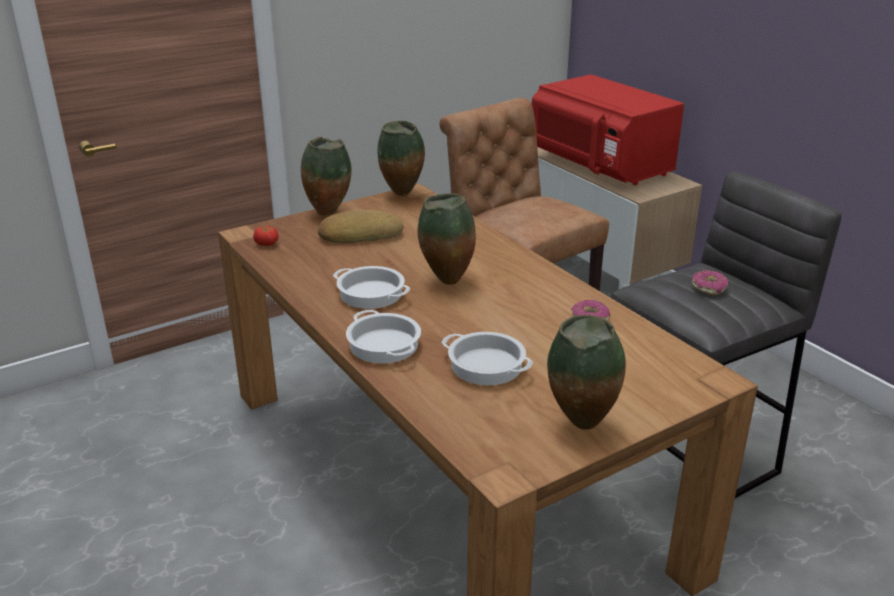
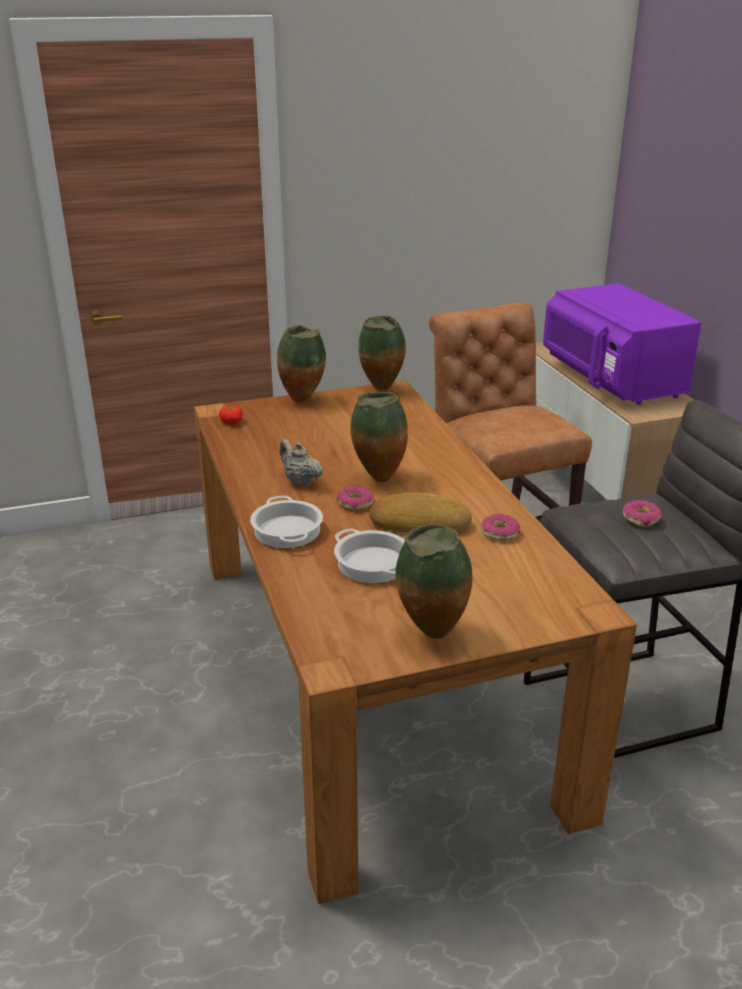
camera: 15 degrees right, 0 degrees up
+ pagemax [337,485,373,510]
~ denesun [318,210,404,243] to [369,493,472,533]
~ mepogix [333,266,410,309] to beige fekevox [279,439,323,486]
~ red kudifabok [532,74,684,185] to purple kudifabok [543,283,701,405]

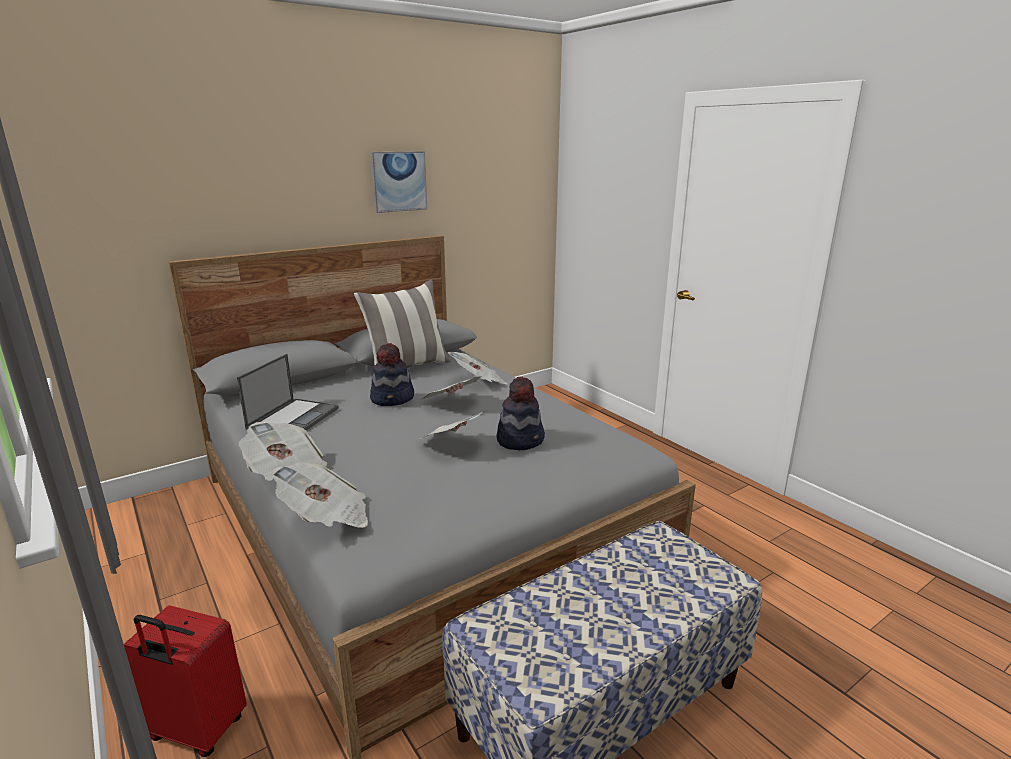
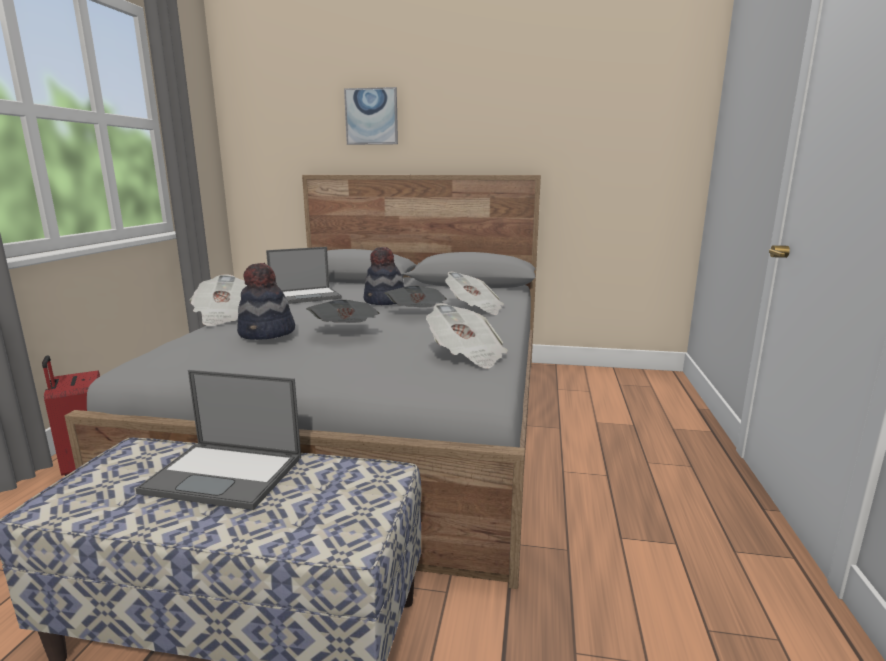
camera: 45 degrees right, 5 degrees down
- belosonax [354,279,451,368]
+ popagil [135,370,301,510]
~ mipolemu [272,463,368,528] to [426,303,508,369]
~ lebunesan [371,151,427,213] to [344,87,398,145]
~ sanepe [496,377,545,450] to [237,263,295,340]

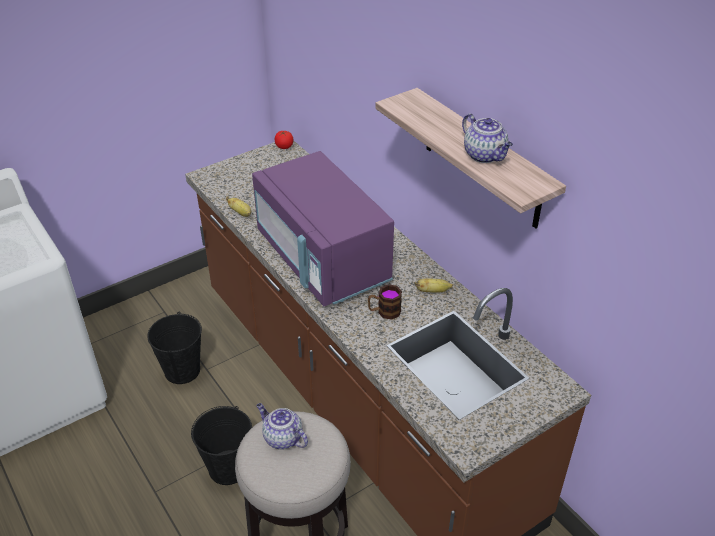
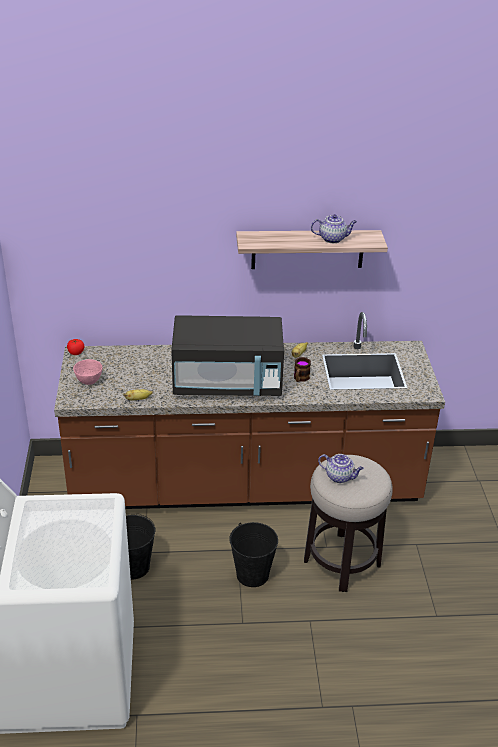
camera: 60 degrees left, 5 degrees down
+ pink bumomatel [73,359,102,385]
~ purple kudifabok [252,151,394,306] to black kudifabok [171,315,284,396]
~ fekevox [256,403,308,450] = [318,454,364,483] 135 degrees counterclockwise

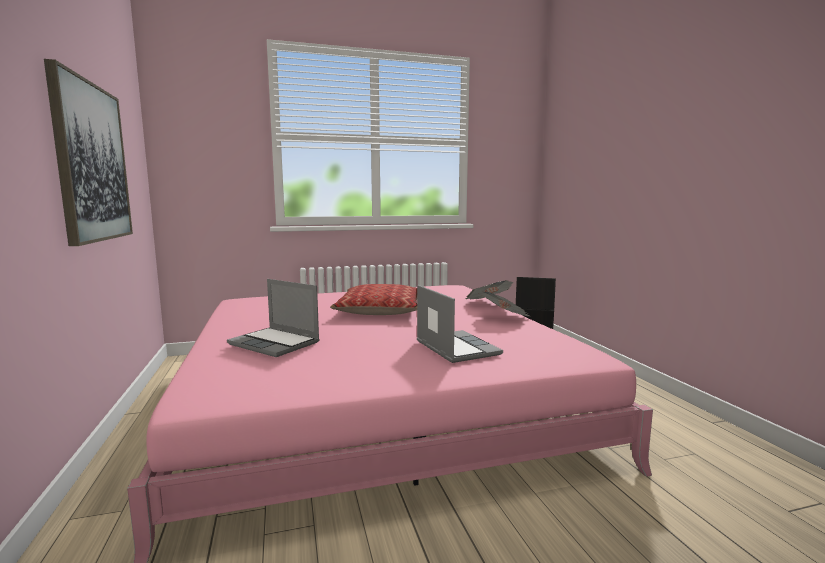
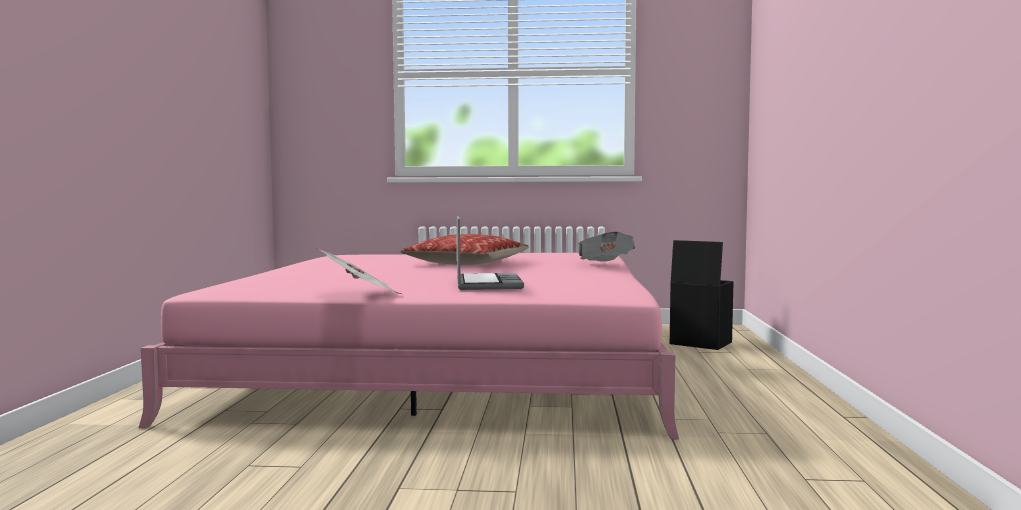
camera: 20 degrees right, 5 degrees down
- lebunesan [44,59,133,246]
- popagil [227,279,320,357]
~ mipolemu [478,292,529,316] to [318,249,402,294]

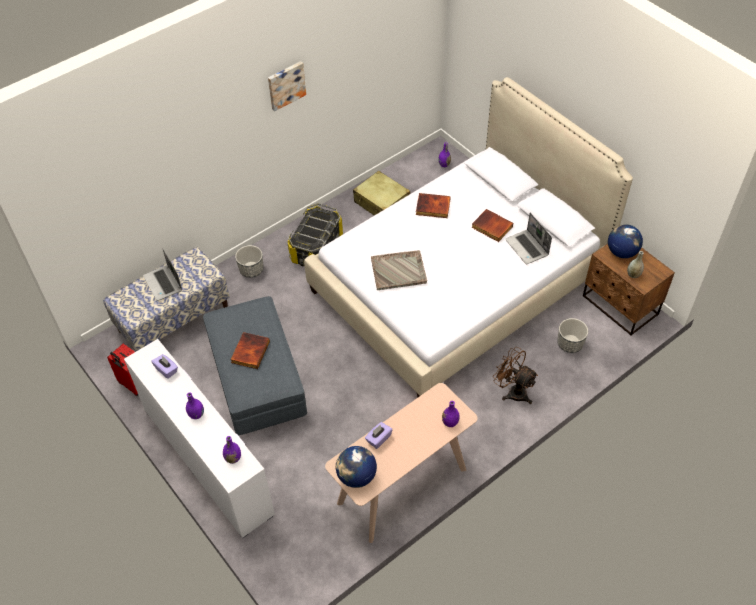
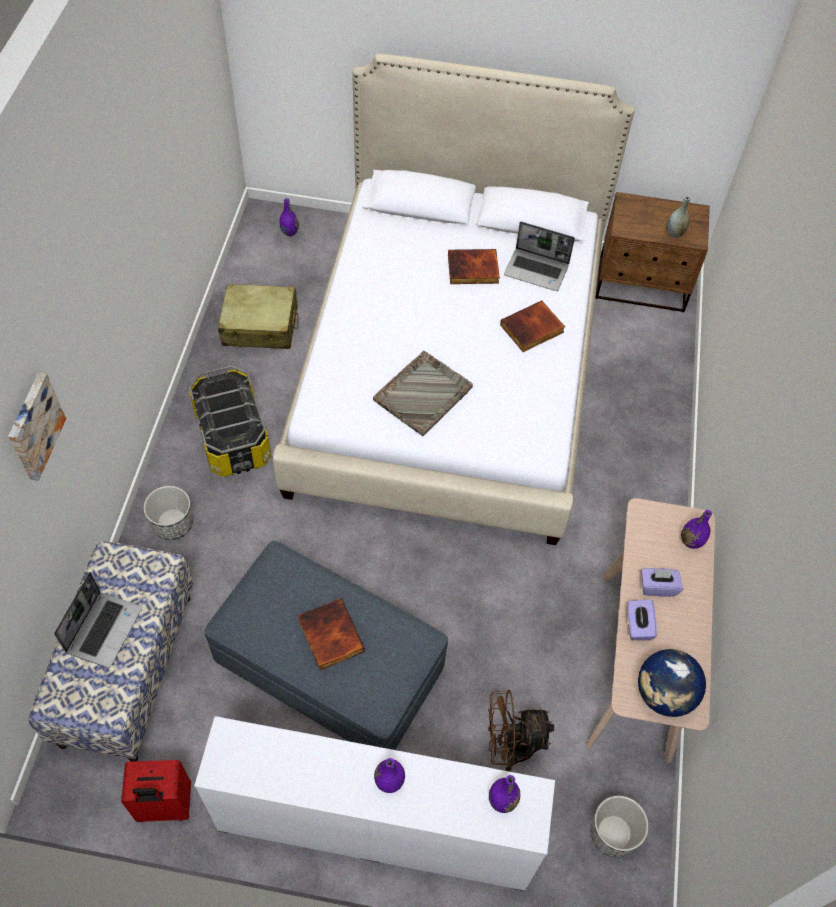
camera: 45 degrees left, 5 degrees up
- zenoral [608,224,643,258]
~ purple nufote [151,354,178,379] to [641,568,683,597]
~ lebunesan [268,61,306,111] to [8,372,66,481]
~ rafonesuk [416,193,451,218] to [500,301,565,352]
~ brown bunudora [493,347,538,404] to [488,690,554,772]
~ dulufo [557,318,588,353] to [590,796,649,857]
~ popagil [143,249,182,301] = [54,572,142,668] 90 degrees counterclockwise

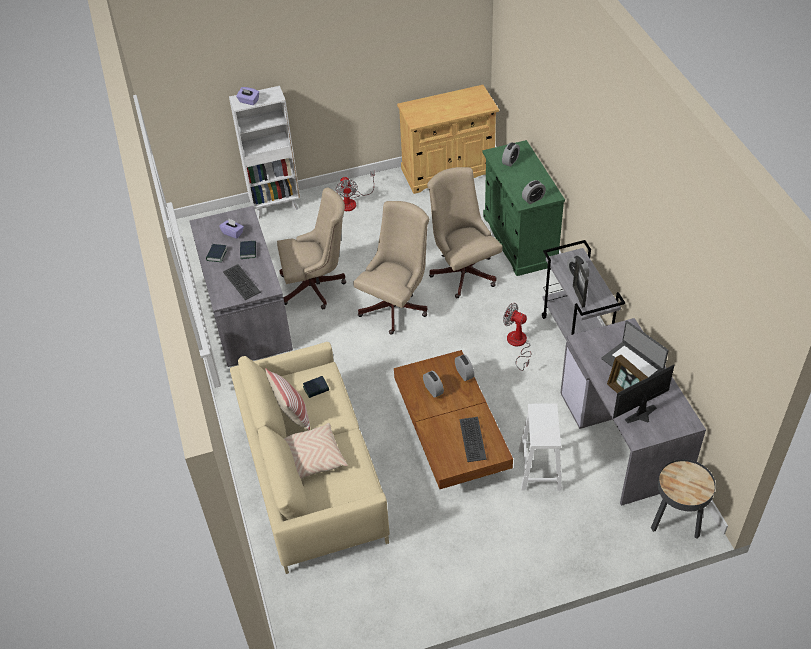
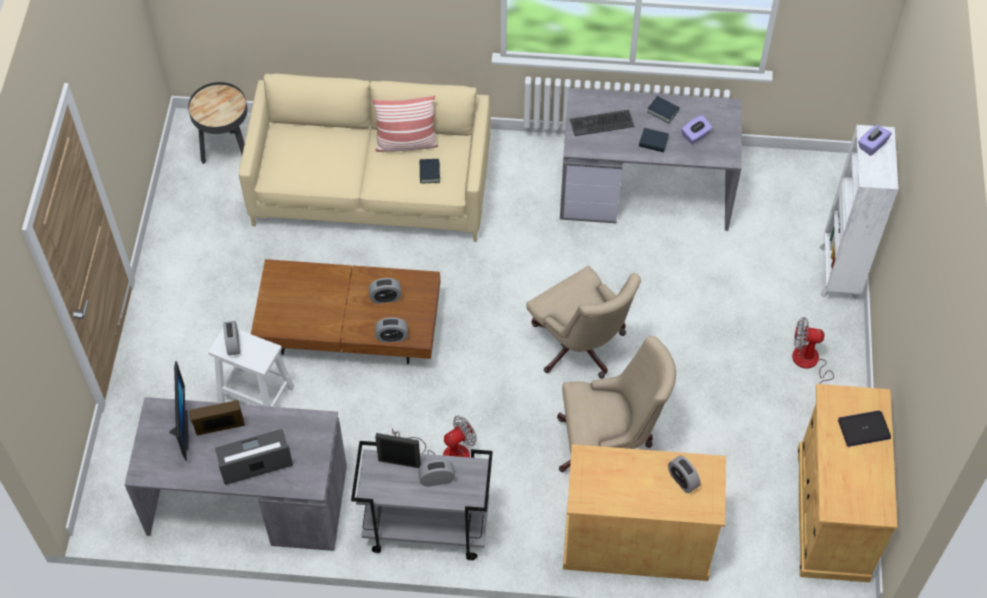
camera: 110 degrees right, 10 degrees up
- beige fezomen [277,187,346,309]
- beige belosonax [283,423,348,479]
- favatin [459,417,487,462]
+ popagil [838,410,891,447]
~ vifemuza [522,180,546,204] to [223,321,240,356]
~ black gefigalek [651,459,716,539] to [188,82,247,164]
~ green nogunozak [482,140,565,276] to beige nogunozak [563,444,726,581]

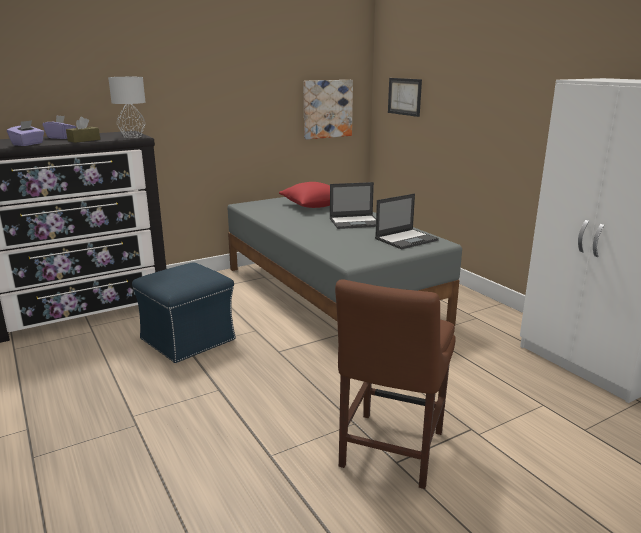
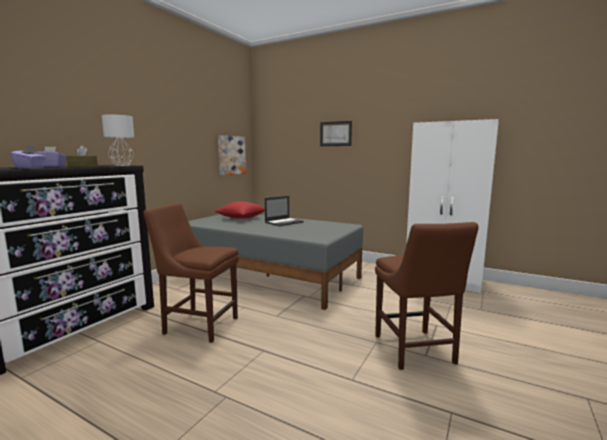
camera: 30 degrees left, 10 degrees down
- popagil [375,194,439,249]
~ lebunesan [388,78,422,117] to [320,121,352,146]
~ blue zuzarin [132,262,236,363] to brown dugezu [143,203,239,343]

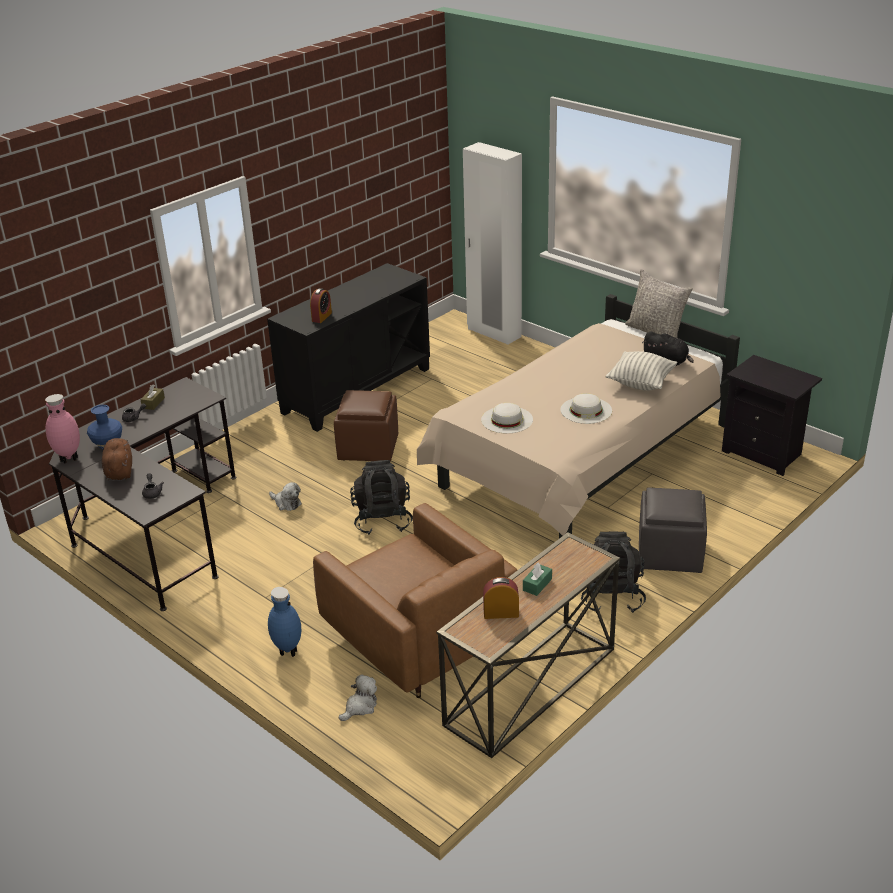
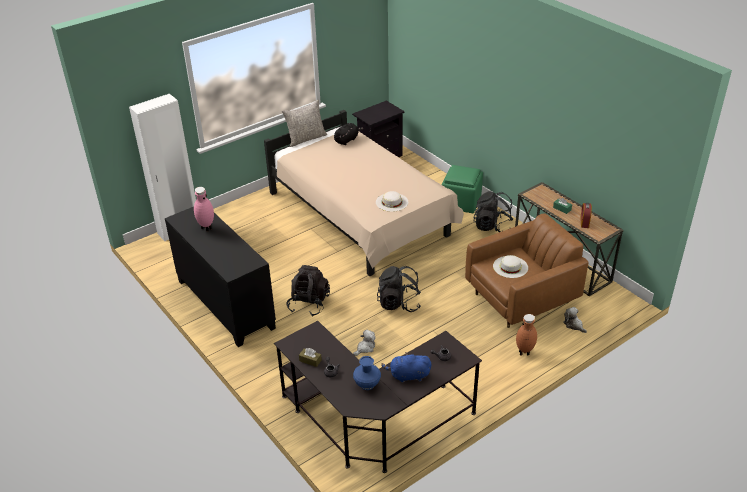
camera: 80 degrees left, 5 degrees up
- vifemuza [310,288,332,323]
- belosonax [606,351,677,391]
~ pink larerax [45,394,80,464] to [194,187,214,232]
~ white sanepe [560,393,612,424] to [493,255,528,278]
~ brown zuzarin [334,390,398,461] to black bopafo [286,265,330,317]
~ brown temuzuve [102,438,132,481] to blue temuzuve [381,352,431,383]
~ blue larerax [268,587,301,657] to brown larerax [516,314,537,356]
~ grey zuzarin [639,487,707,573] to green zuzarin [442,165,483,213]

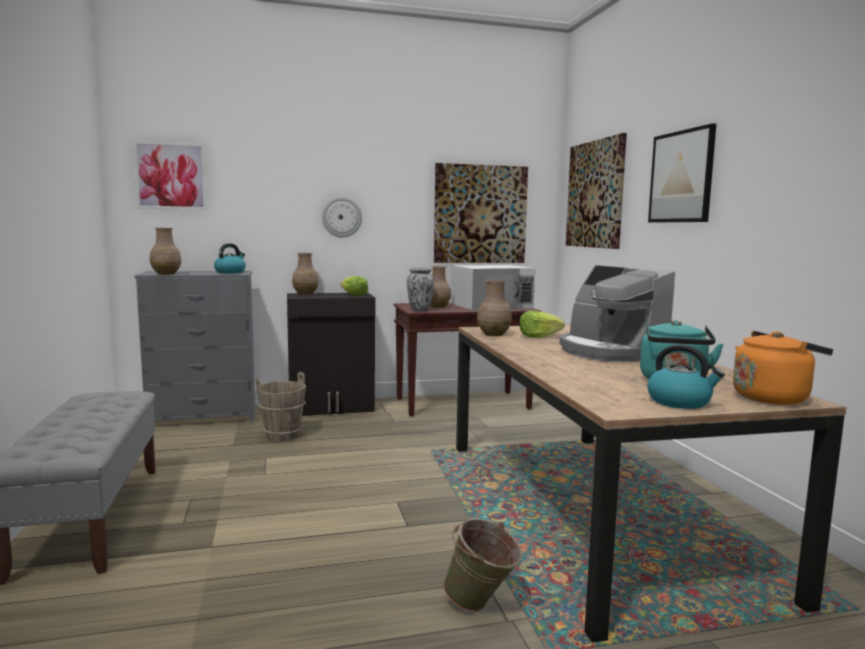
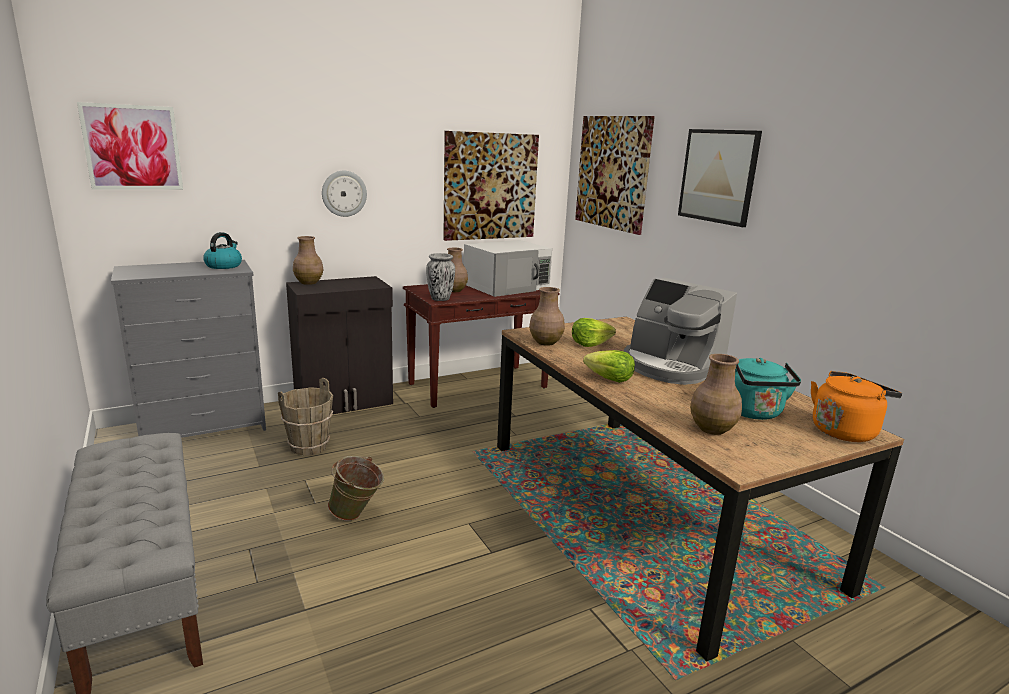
camera: 15 degrees left, 10 degrees up
- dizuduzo [647,344,725,409]
~ brown larerax [150,228,182,275] to [690,354,742,435]
~ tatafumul [341,276,368,296] to [583,350,635,383]
~ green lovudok [443,518,522,612] to [328,456,384,521]

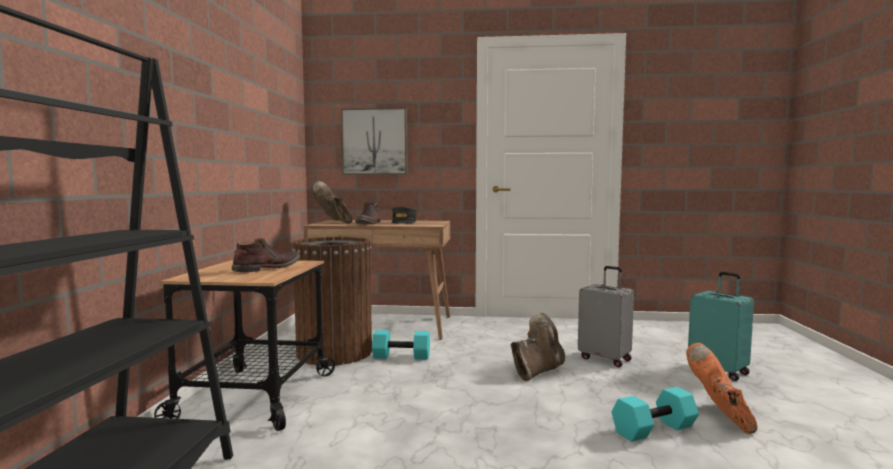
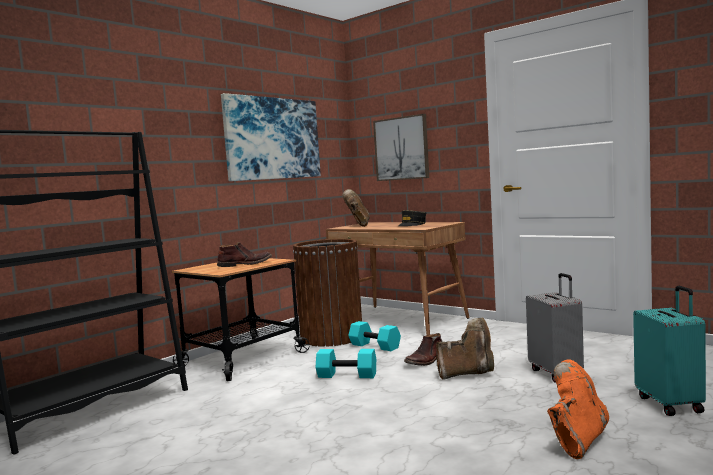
camera: 35 degrees right, 0 degrees up
+ lebunesan [221,93,321,181]
~ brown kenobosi [355,202,380,224] to [404,333,442,366]
~ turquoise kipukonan [612,387,699,442] to [316,349,376,378]

